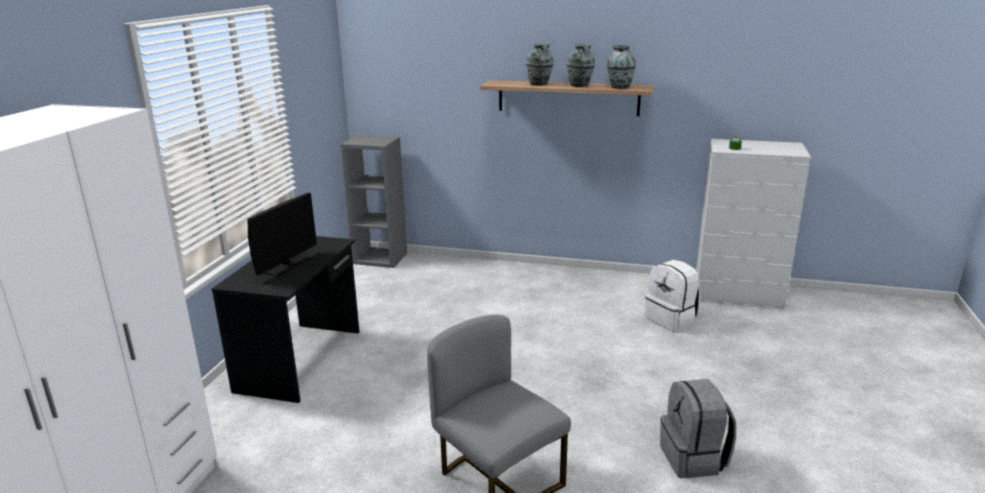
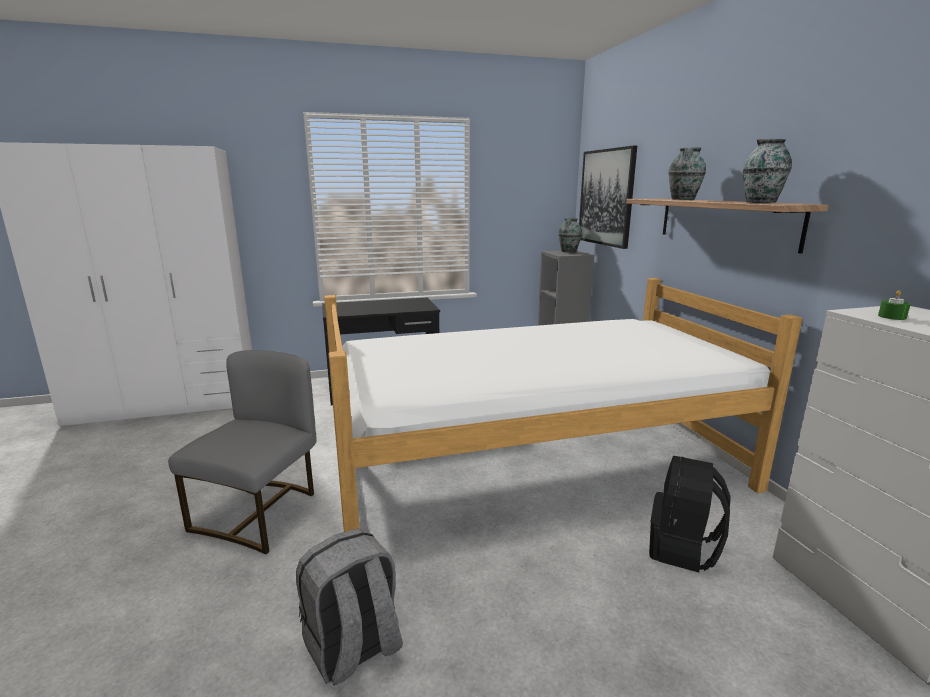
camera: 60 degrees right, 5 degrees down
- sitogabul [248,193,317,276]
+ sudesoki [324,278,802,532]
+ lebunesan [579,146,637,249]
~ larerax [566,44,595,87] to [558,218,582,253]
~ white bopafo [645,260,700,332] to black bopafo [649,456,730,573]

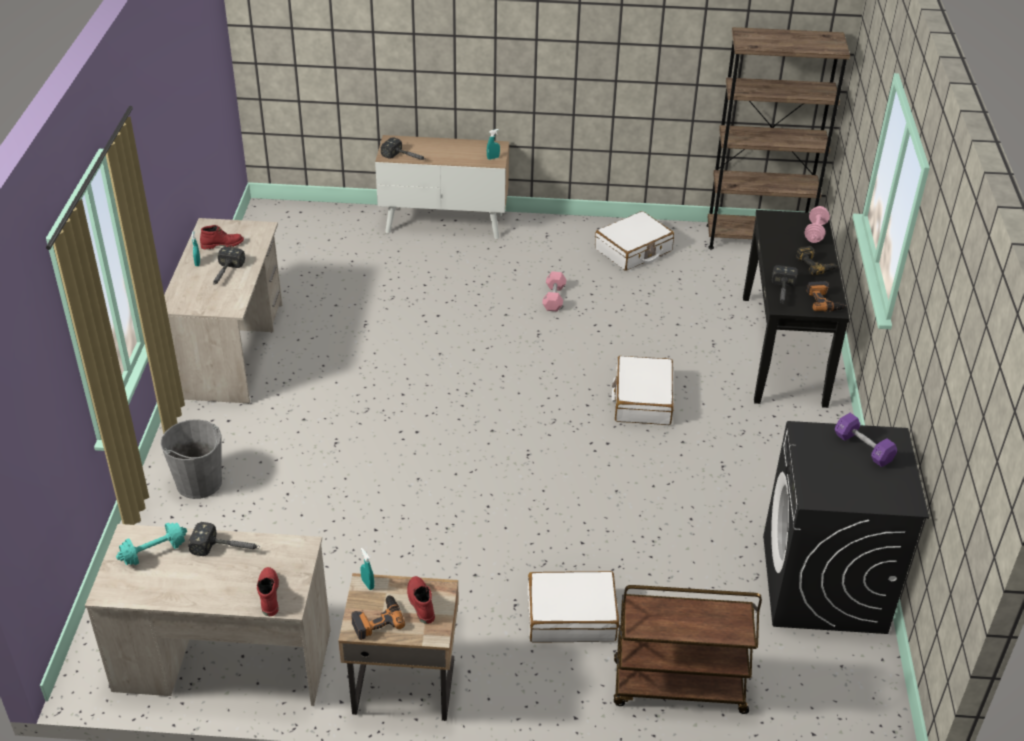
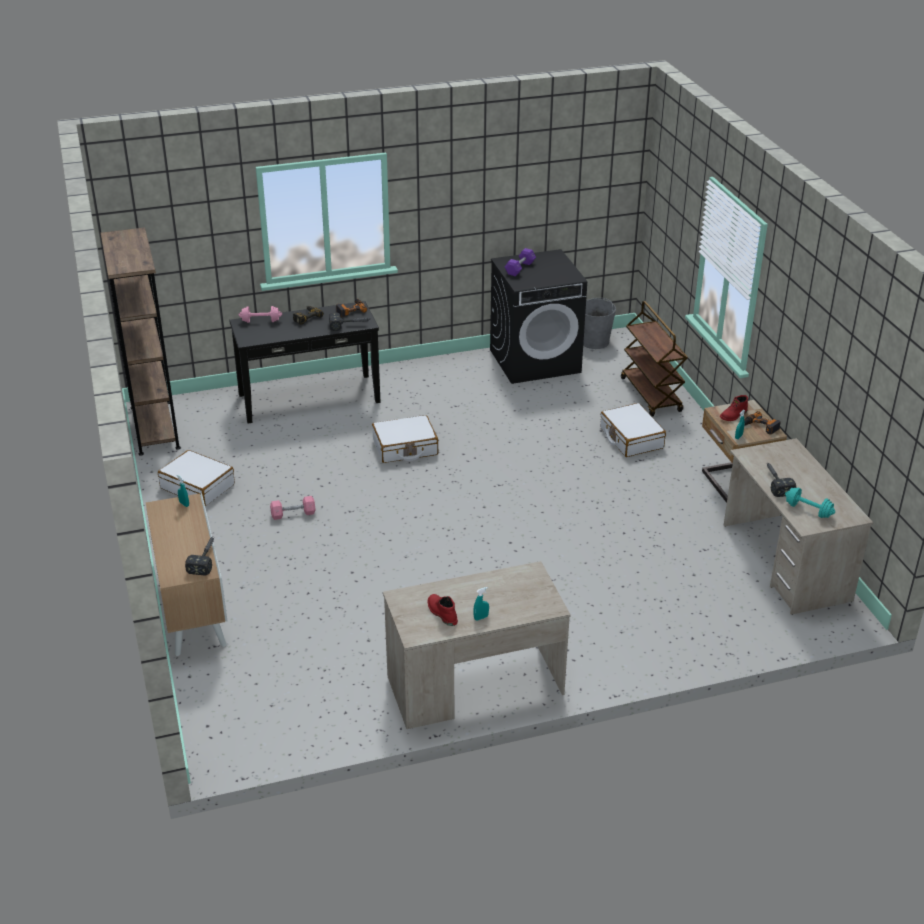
camera: 110 degrees left, 5 degrees down
- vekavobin [214,247,245,285]
- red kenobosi [257,567,279,616]
~ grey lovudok [161,419,222,499] to [583,298,616,349]

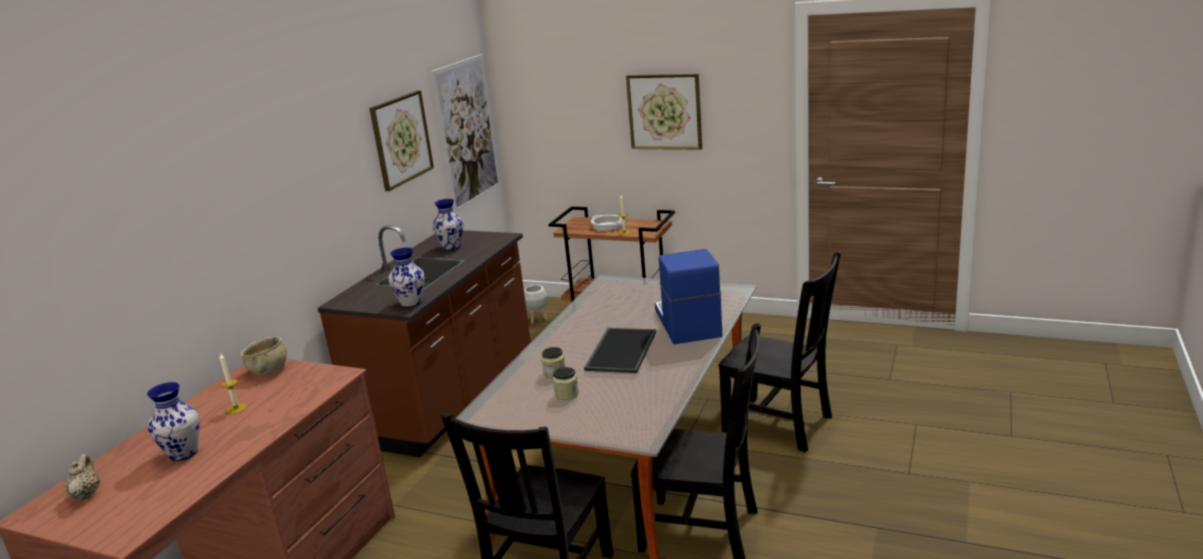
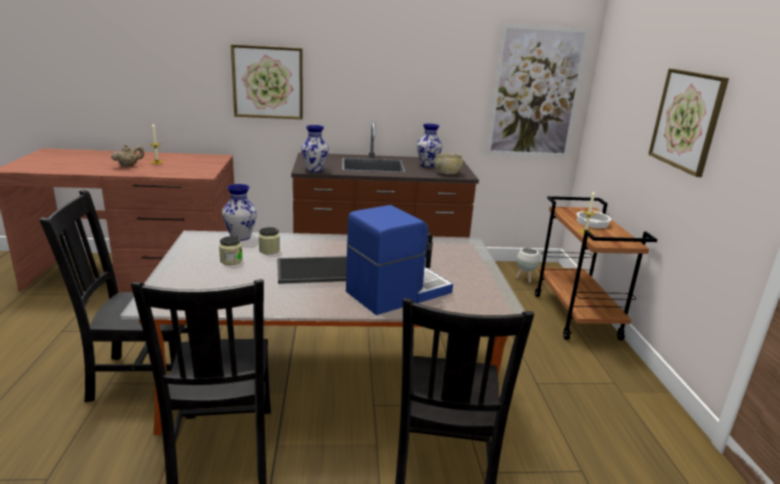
camera: 60 degrees right, 0 degrees up
~ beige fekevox [65,454,100,500] to [111,144,144,167]
~ larerax [147,382,200,461] to [222,184,257,241]
~ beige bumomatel [241,337,287,376] to [434,153,463,174]
~ lebunesan [369,90,434,191] to [231,44,303,119]

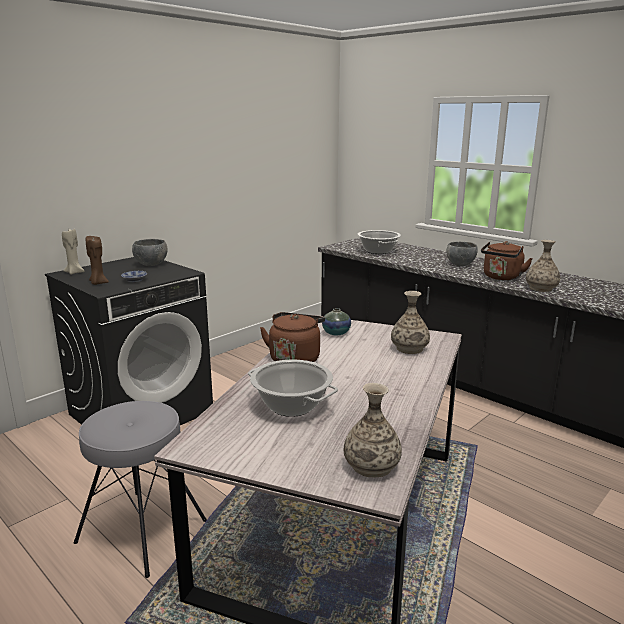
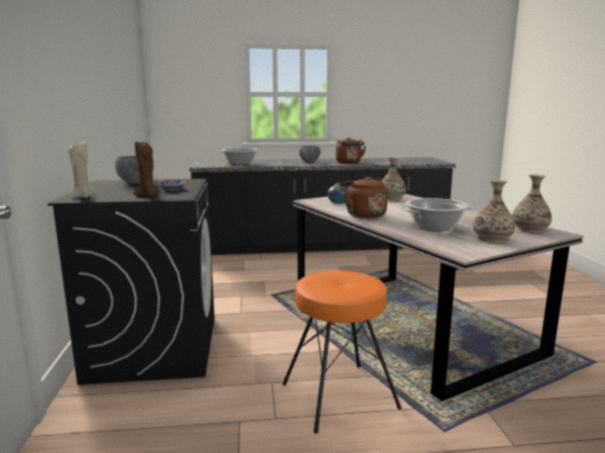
camera: 50 degrees left, 5 degrees down
~ larerax [526,240,560,292] to [473,180,515,243]
~ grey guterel [74,401,207,578] to orange guterel [283,271,401,433]

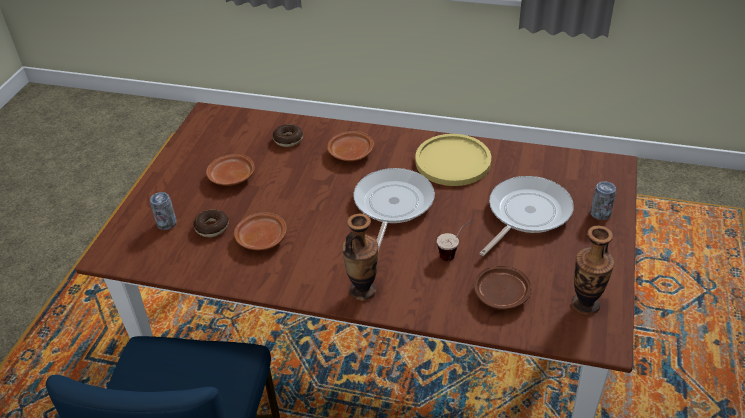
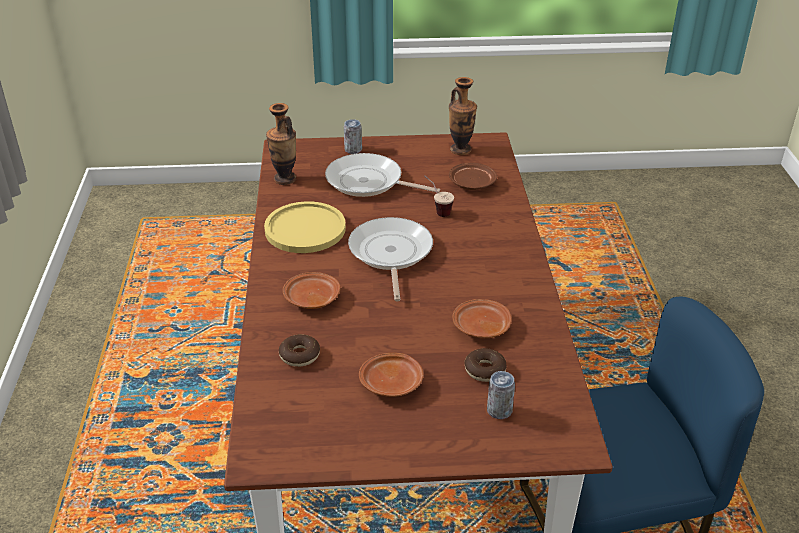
camera: 110 degrees left, 5 degrees down
~ larerax [342,214,378,301] to [266,103,296,185]
~ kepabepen [353,168,435,251] = [348,217,433,302] 90 degrees clockwise

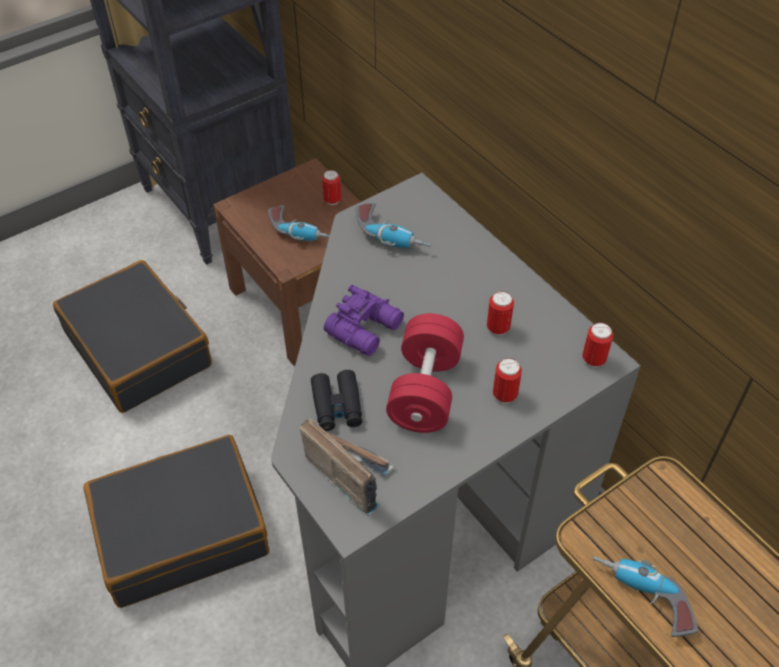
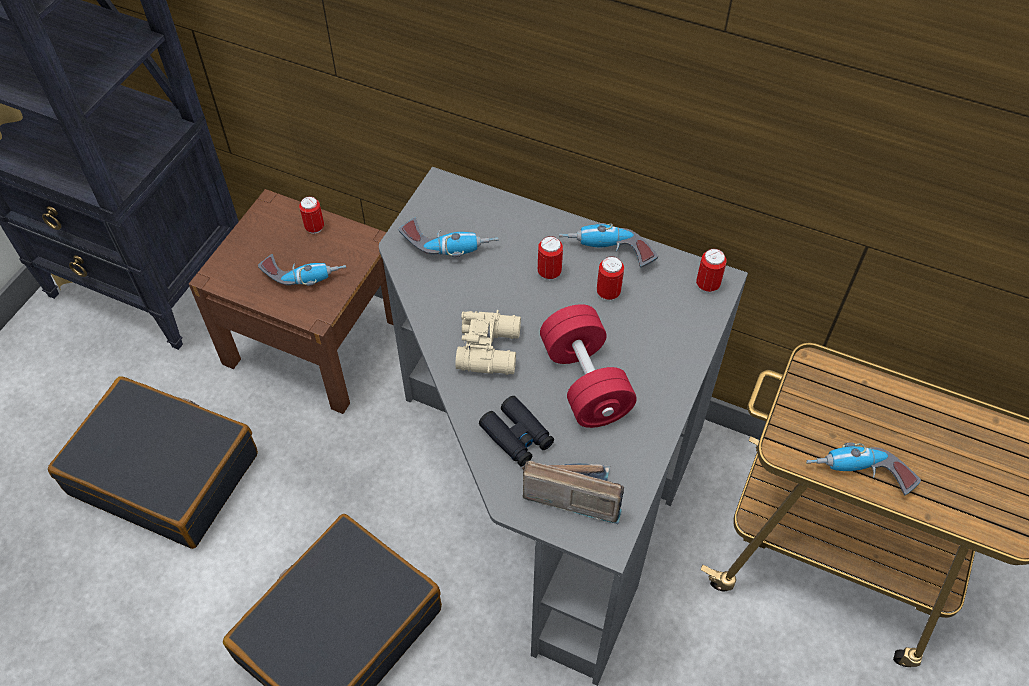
camera: 30 degrees left, 5 degrees up
+ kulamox [559,223,658,268]
~ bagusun [493,358,522,403] to [538,236,563,280]
~ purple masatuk [324,285,404,356] to beige masatuk [455,310,521,375]

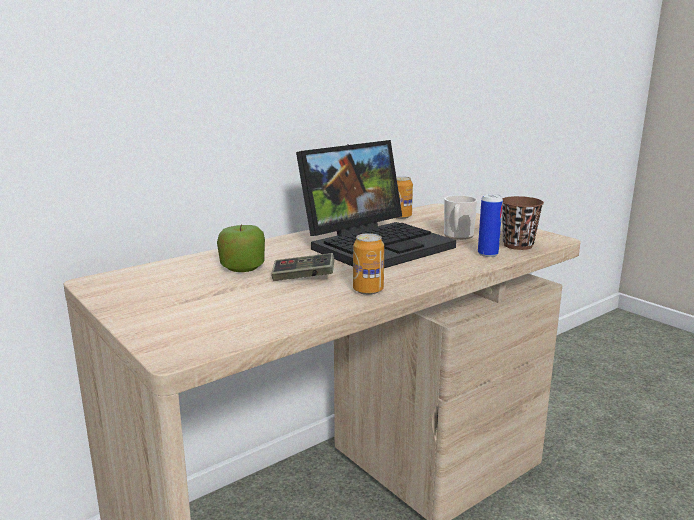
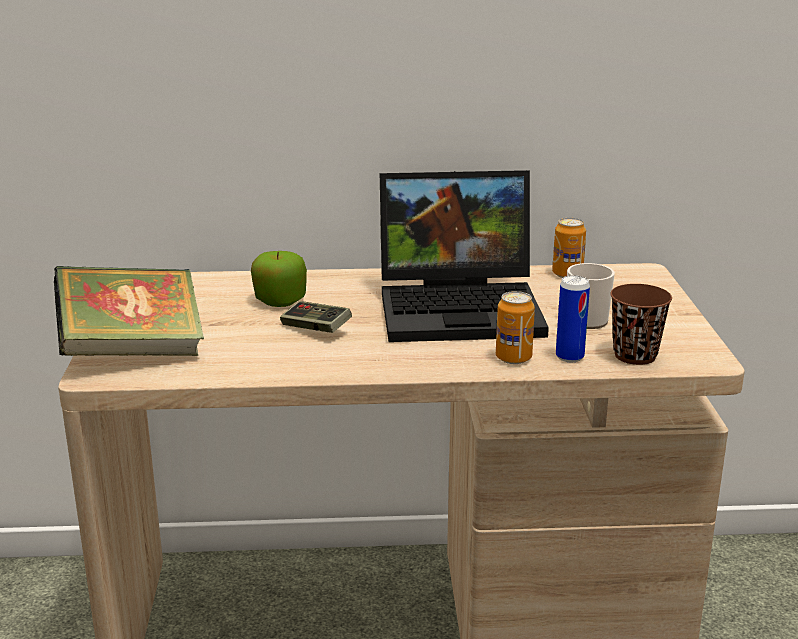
camera: 35 degrees right, 5 degrees up
+ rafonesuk [54,266,204,356]
~ bagusun [353,233,384,295] to [496,291,535,364]

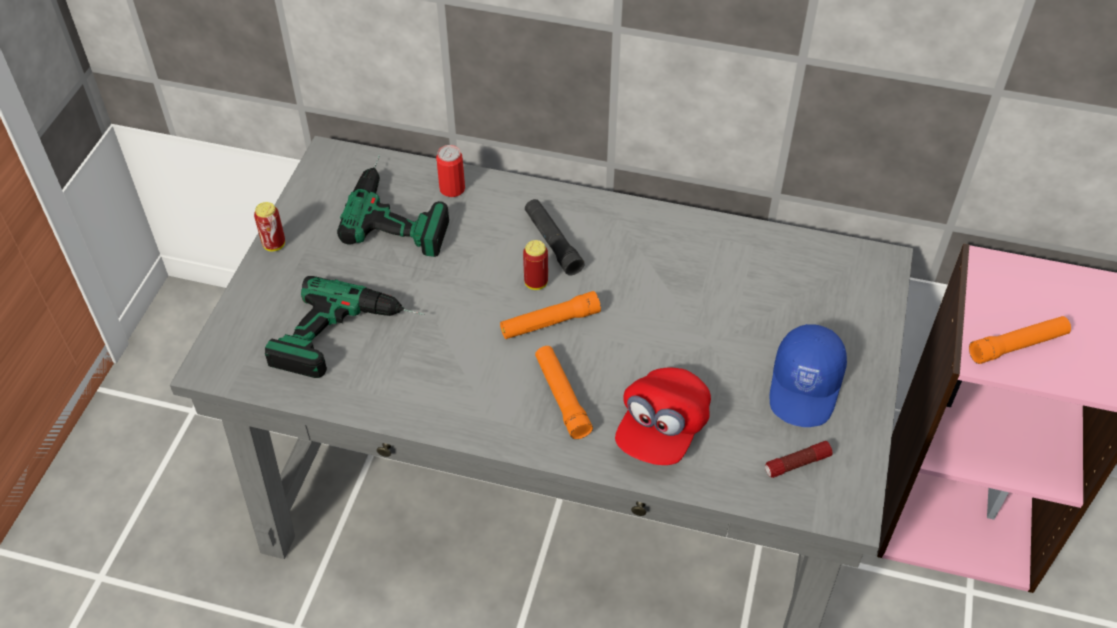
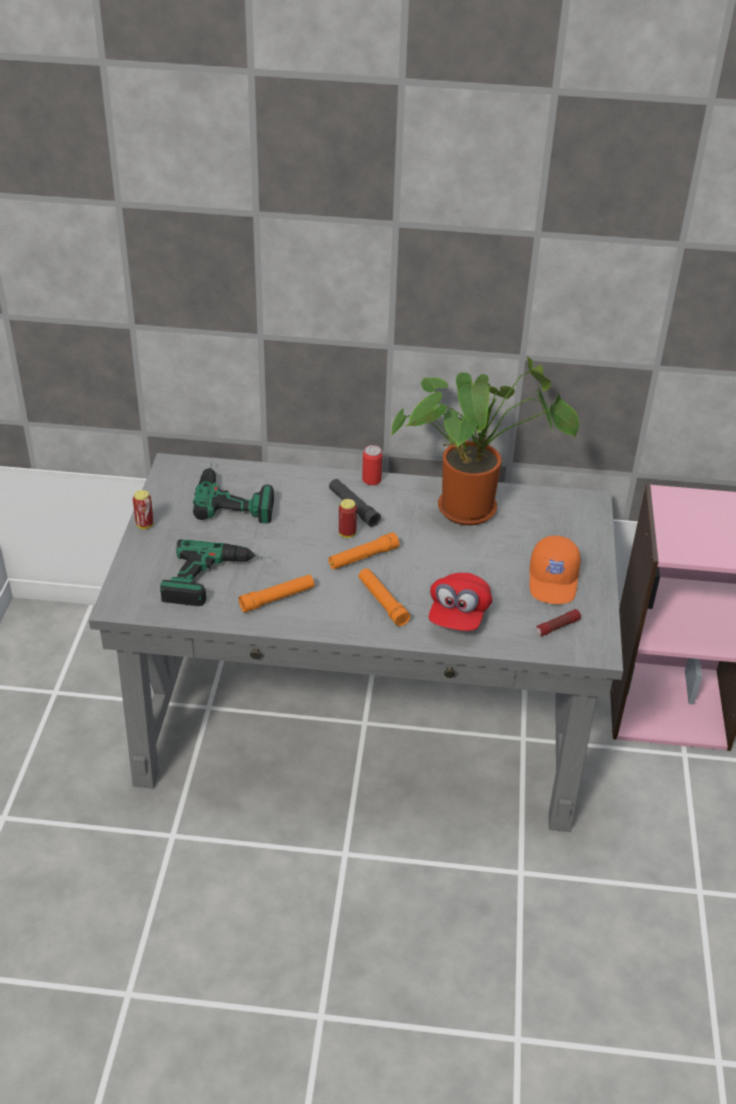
camera: 10 degrees left, 10 degrees down
+ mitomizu [391,357,579,525]
~ bagusun [436,145,465,197] to [362,445,382,485]
~ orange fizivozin [969,316,1071,364] to [238,574,314,613]
~ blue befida [769,324,847,427] to orange befida [530,536,581,604]

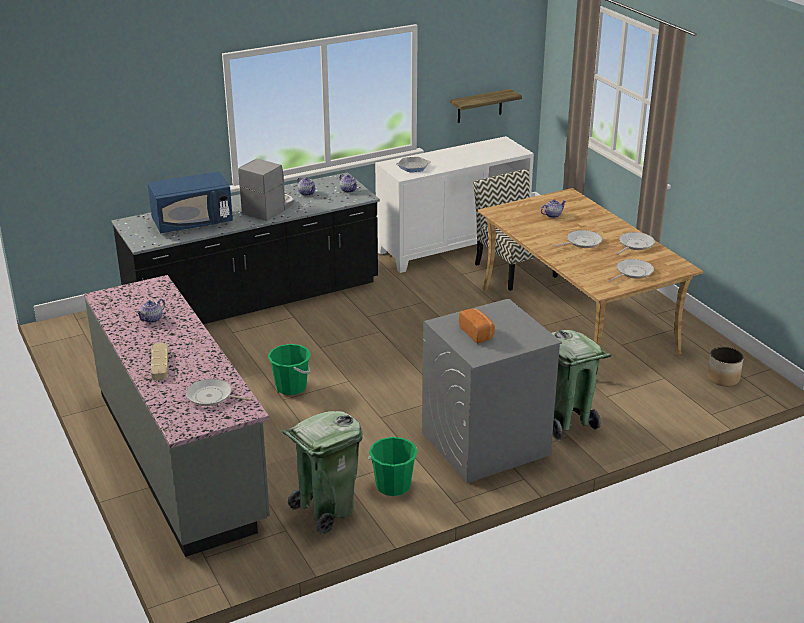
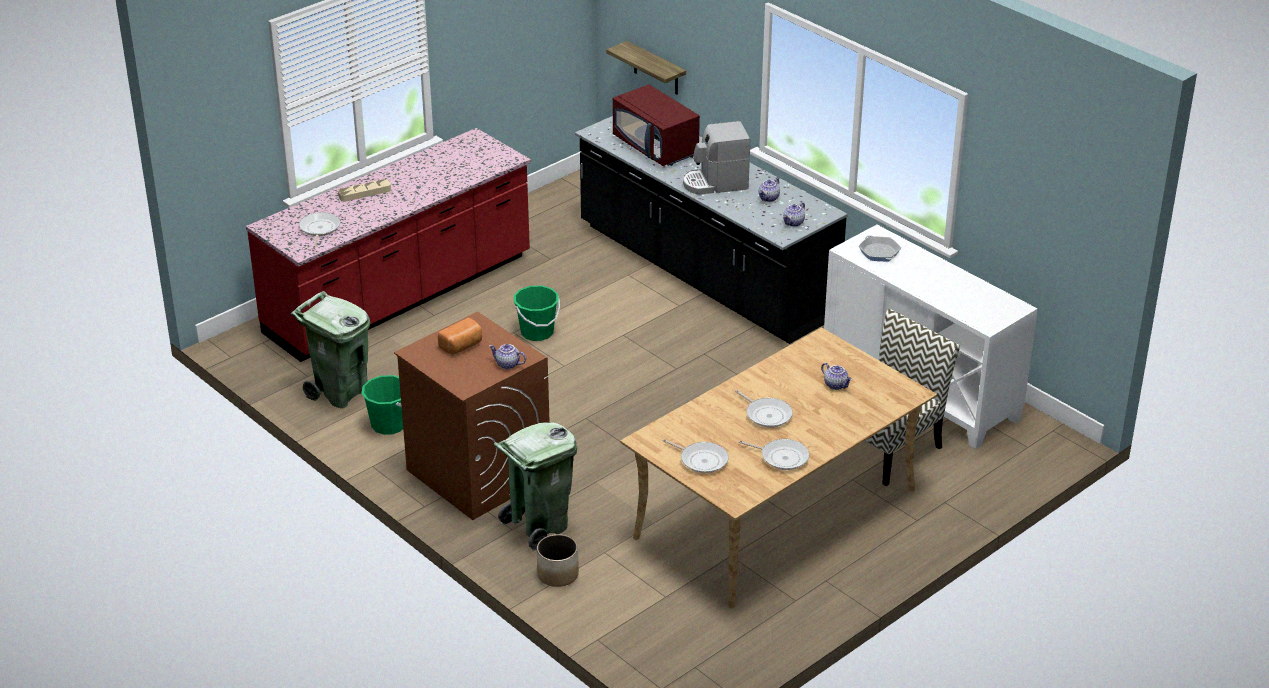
camera: 75 degrees right, 5 degrees up
~ fekevox [136,299,165,323] to [489,344,526,369]
~ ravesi [450,89,522,123] to [606,41,686,95]
~ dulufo [707,347,744,386] to [537,534,579,587]
~ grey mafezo [84,275,270,557] to red mafezo [246,128,531,362]
~ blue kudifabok [148,172,233,233] to red kudifabok [613,85,700,166]
~ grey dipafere [422,298,562,483] to brown dipafere [394,312,550,520]
~ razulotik [238,159,294,221] = [683,121,750,195] 150 degrees clockwise

